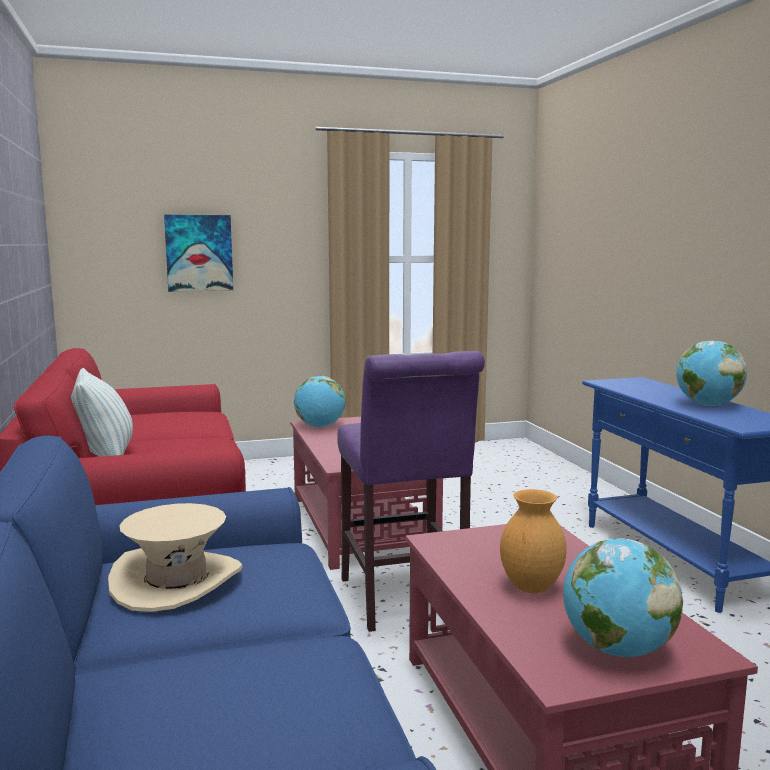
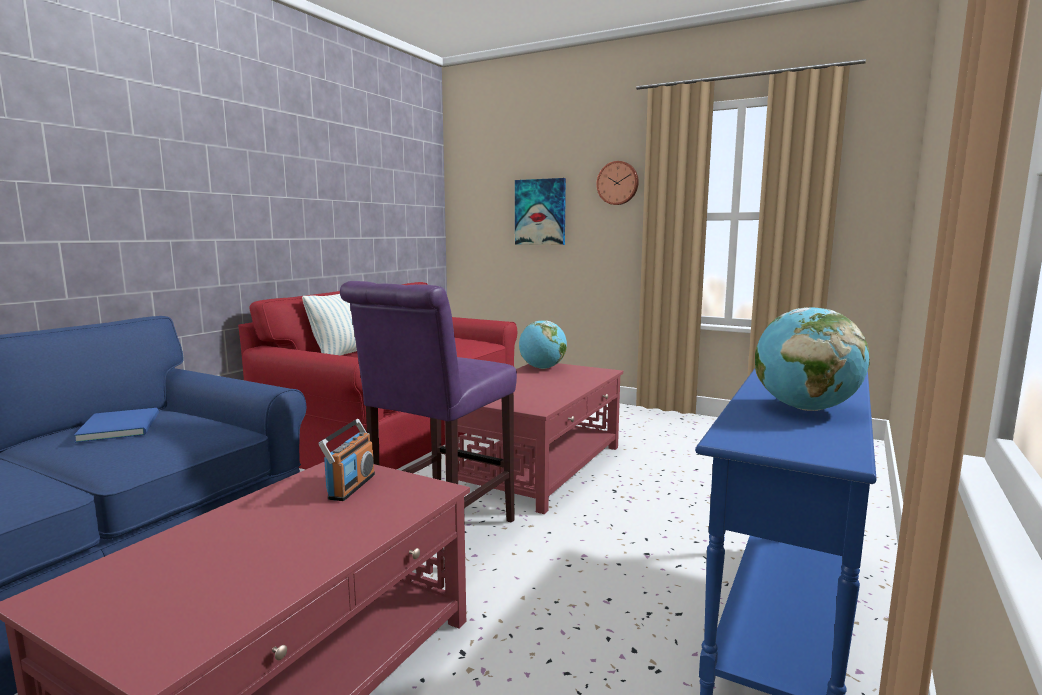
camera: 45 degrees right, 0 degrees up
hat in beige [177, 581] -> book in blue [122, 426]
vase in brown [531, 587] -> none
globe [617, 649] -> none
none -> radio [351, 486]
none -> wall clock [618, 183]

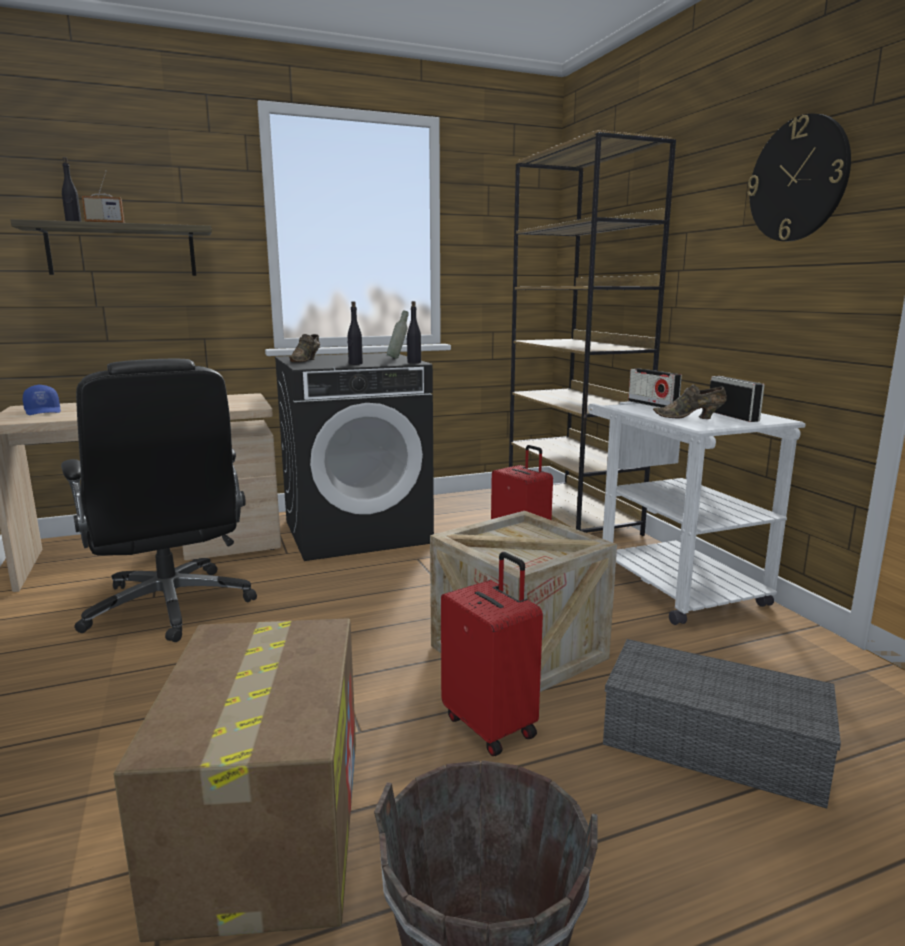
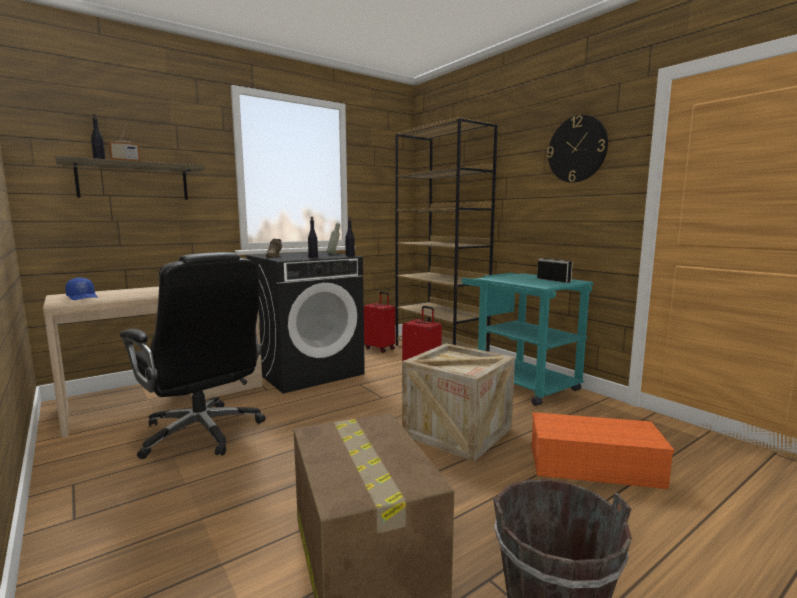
camera: 15 degrees left, 5 degrees down
suitcase in red [491, 725] -> suitcase in red [380, 348], move
cart in white [670, 583] -> cart in turquoise [519, 383]
storage box in grey [709, 744] -> storage box in orange [592, 466]
radio [652, 405] -> none
shoe in brown [691, 418] -> none

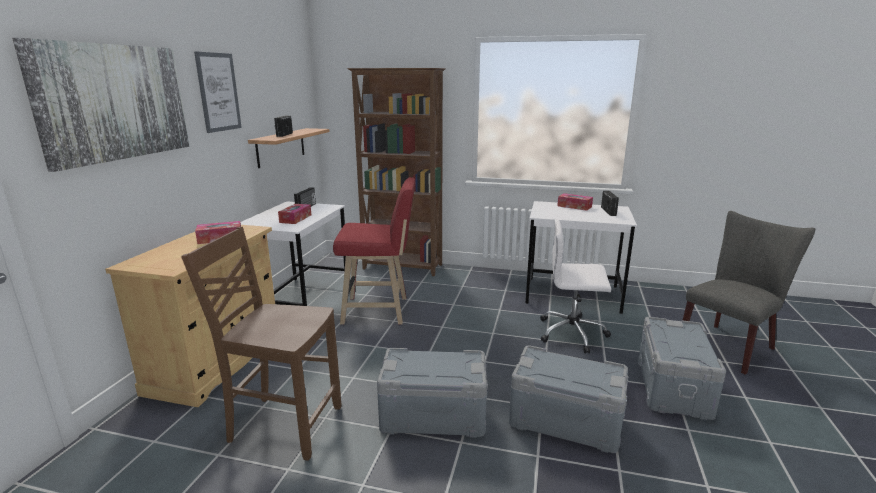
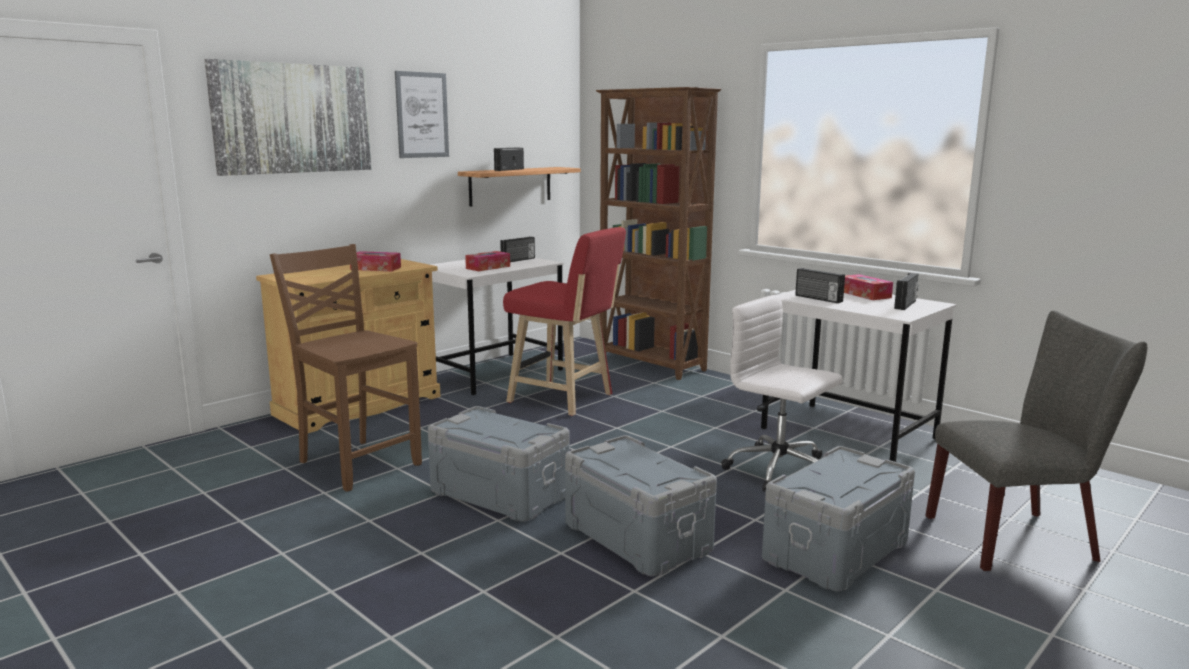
camera: 30 degrees right, 5 degrees down
none -> radio [818, 298]

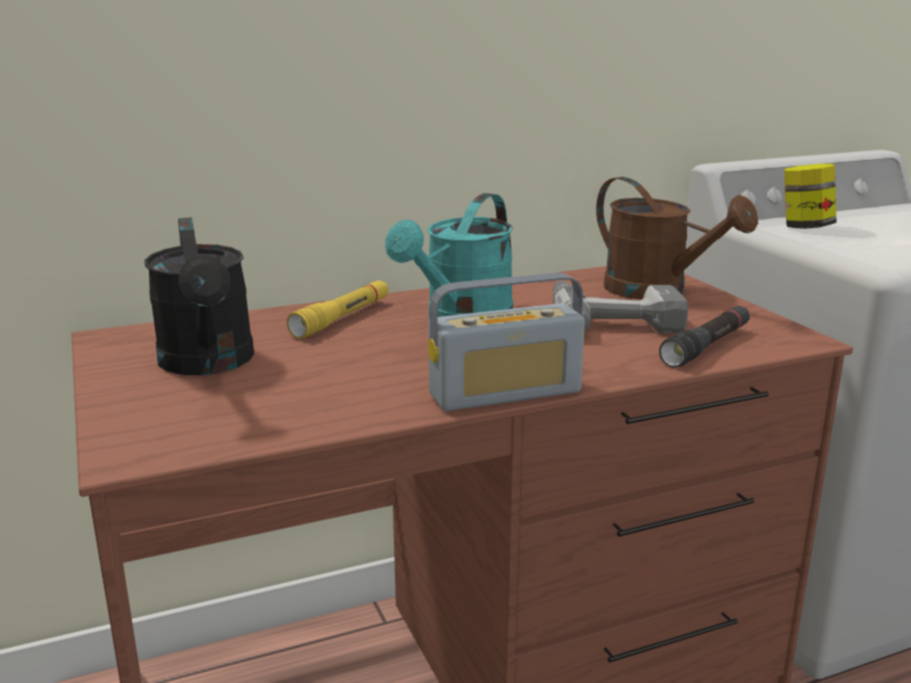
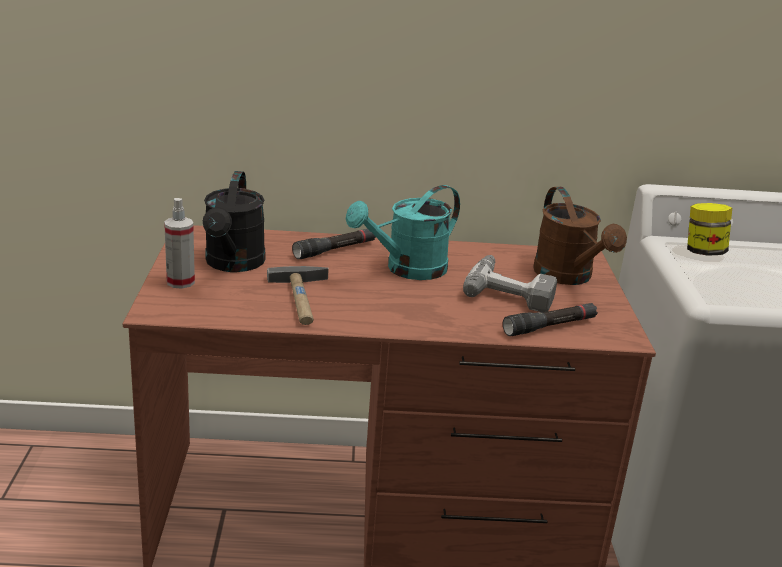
camera: 20 degrees right, 5 degrees up
flashlight in yellow [342, 318] -> flashlight in black [335, 250]
radio [505, 393] -> none
none -> spray bottle [180, 282]
none -> hammer [303, 300]

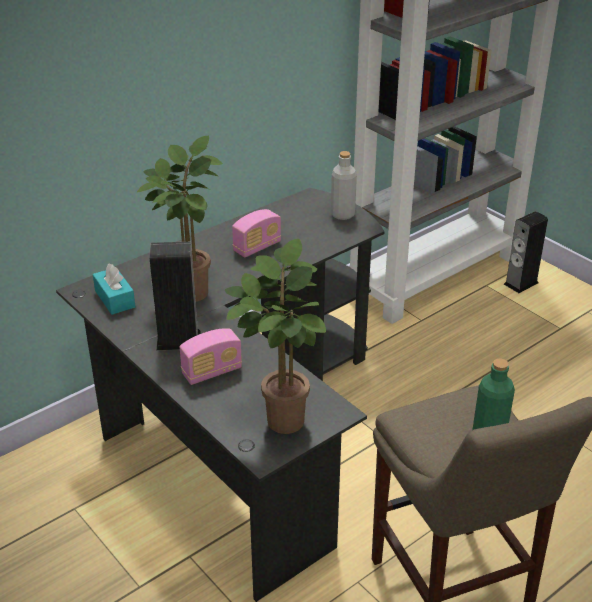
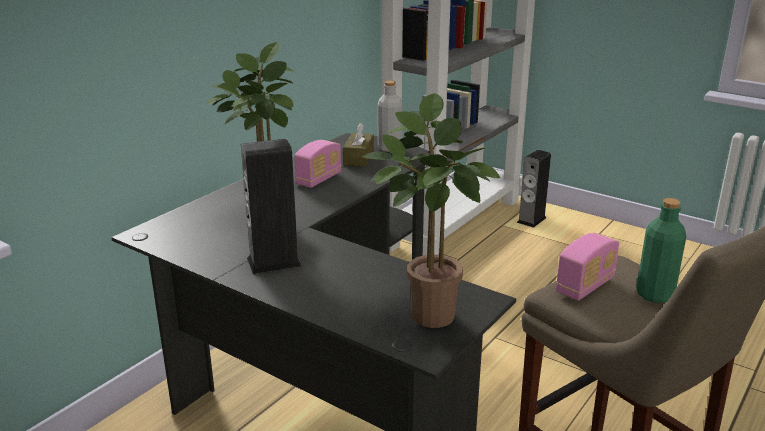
camera: 15 degrees left, 10 degrees down
tissue box in turquoise [115, 299] -> none
radio [212, 372] -> radio [585, 286], move
none -> tissue box in brown [358, 158]

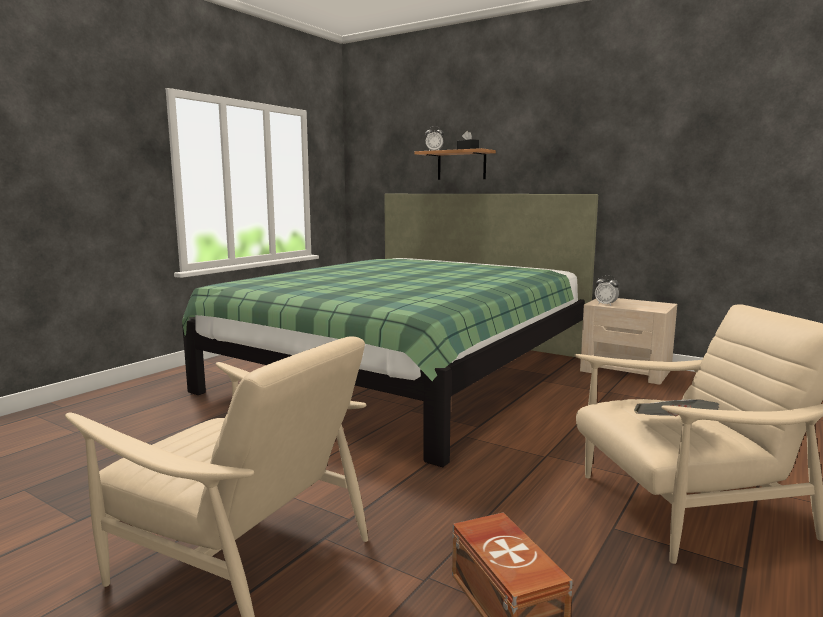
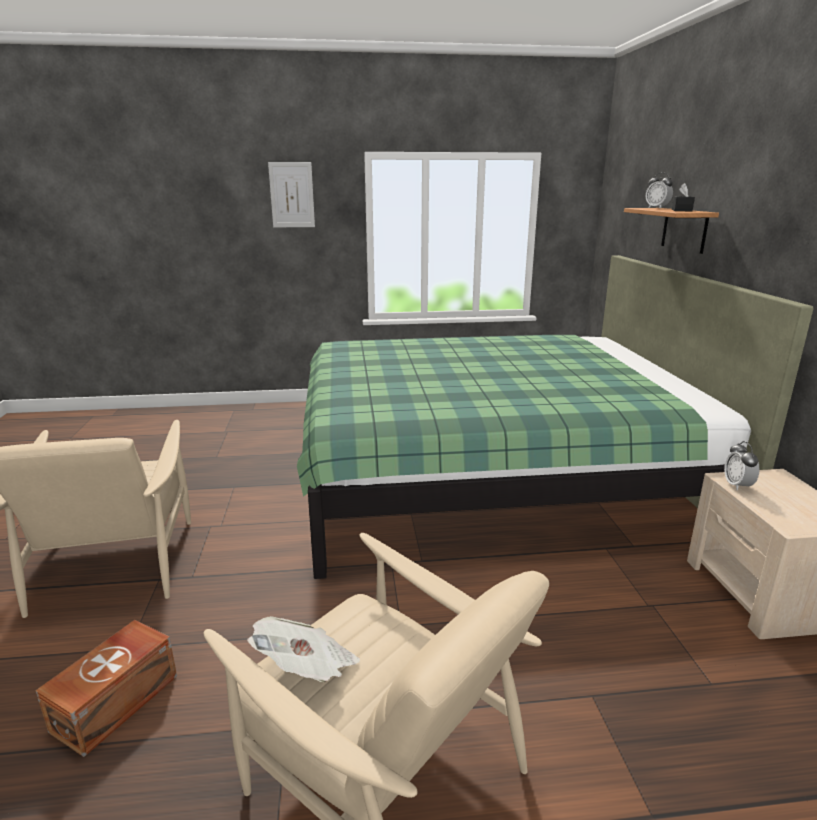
camera: 50 degrees right, 10 degrees up
none -> picture [292, 195]

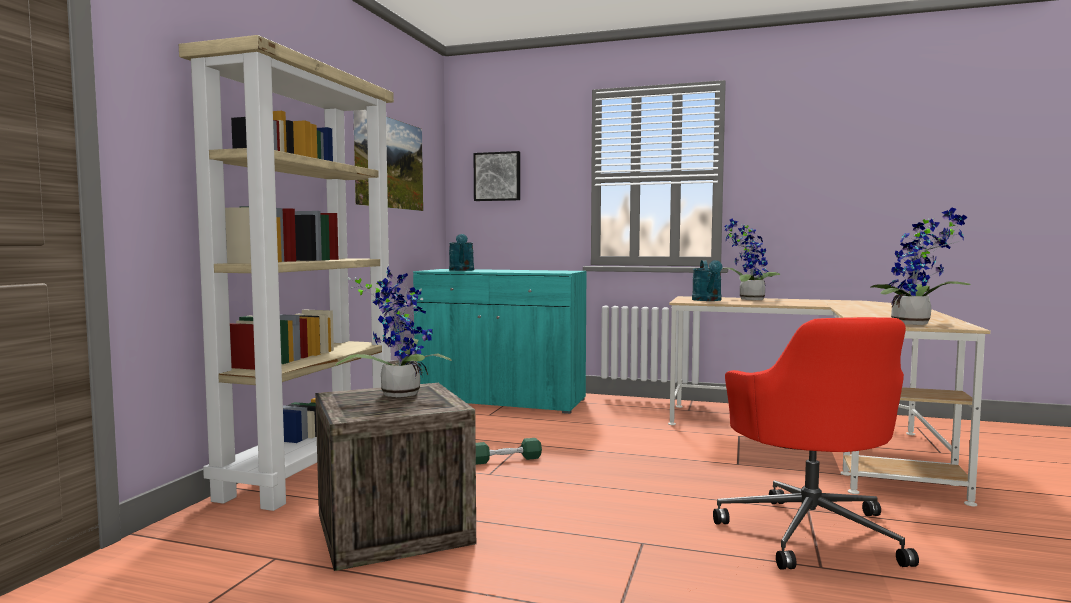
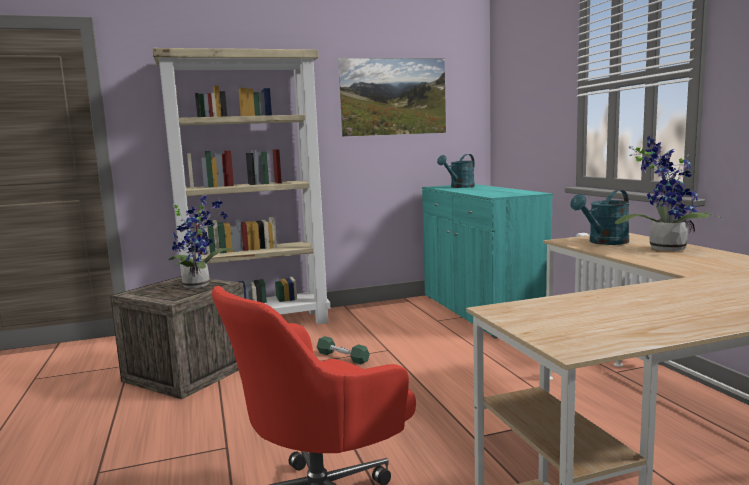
camera: 55 degrees right, 5 degrees up
picture [497, 176] -> none
potted plant [916, 324] -> none

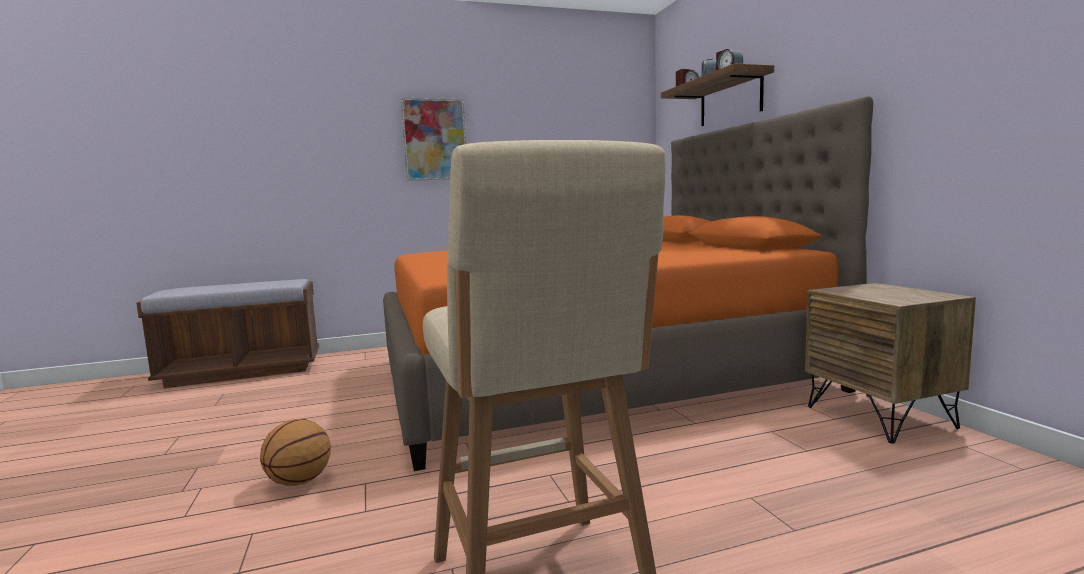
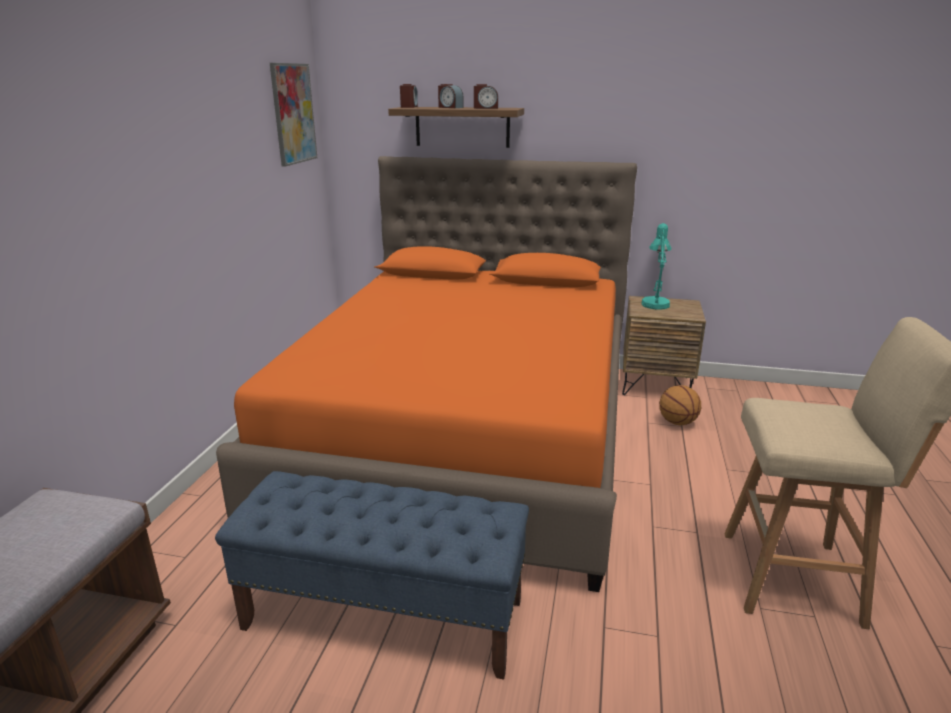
camera: 60 degrees left, 15 degrees up
basketball [299, 481] -> basketball [677, 422], move
picture [435, 139] -> picture [293, 114], move
none -> bench in blue [385, 614]
none -> table lamp in turquoise [655, 302]

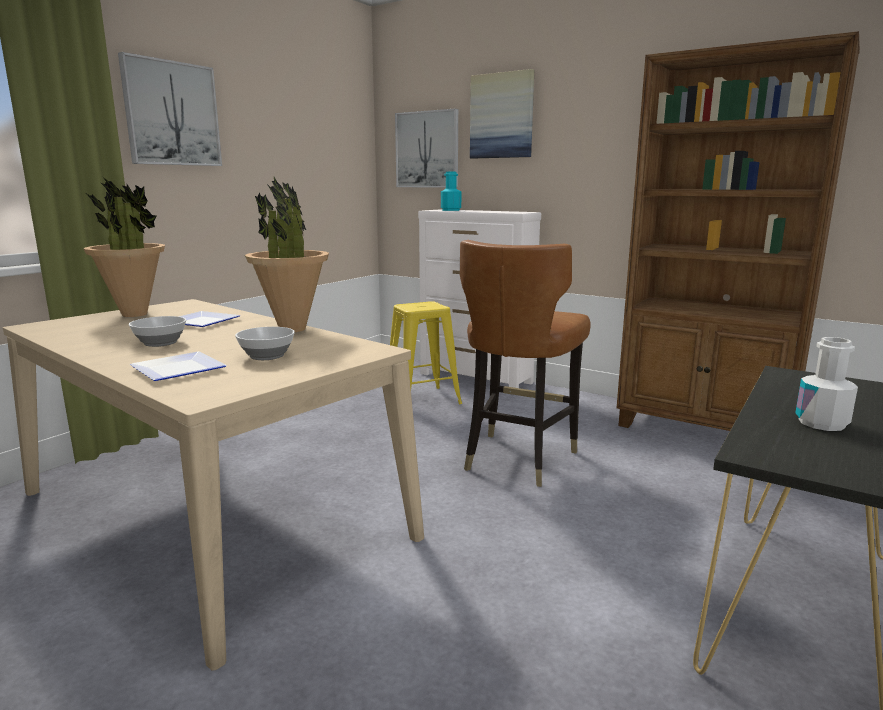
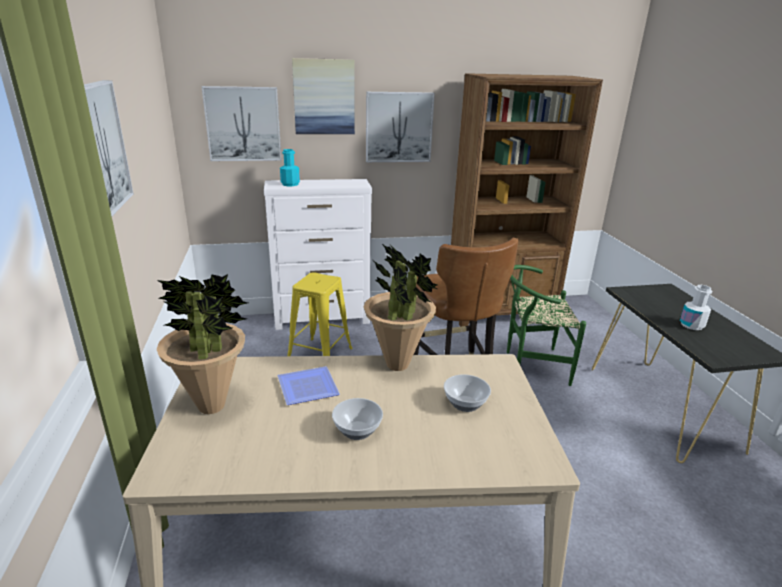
camera: 45 degrees left, 10 degrees up
plate [182, 370] -> none
none -> picture [399, 127]
none -> chair in green [531, 365]

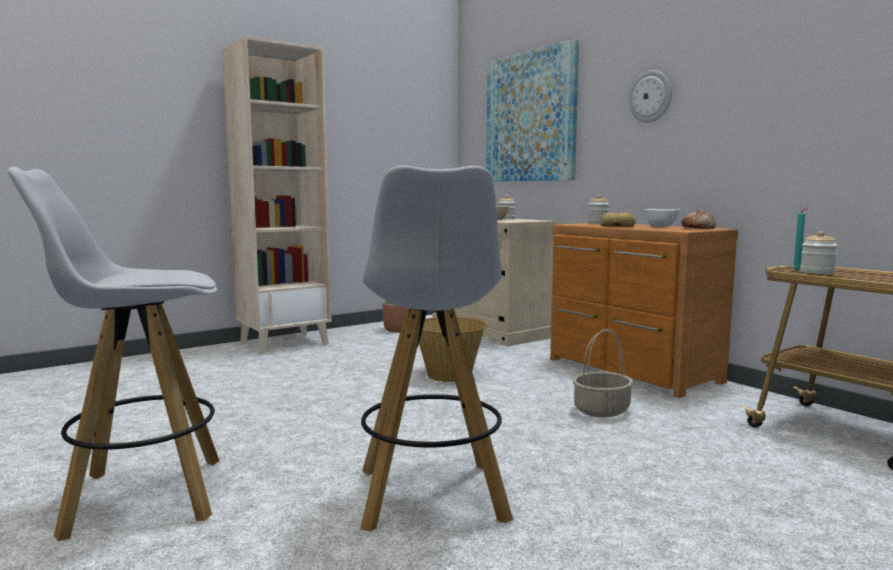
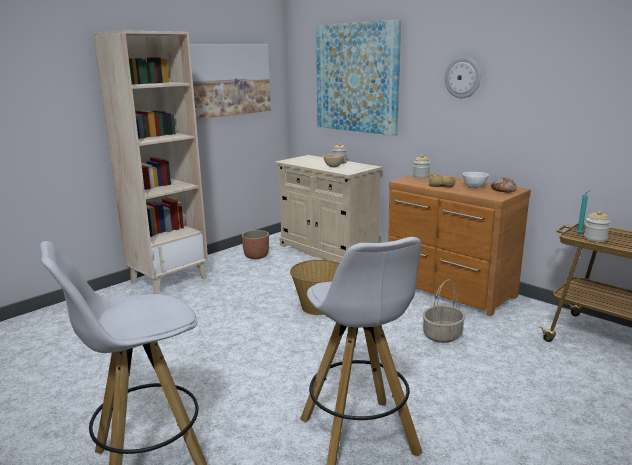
camera: 10 degrees left, 10 degrees up
none -> picture [227, 80]

